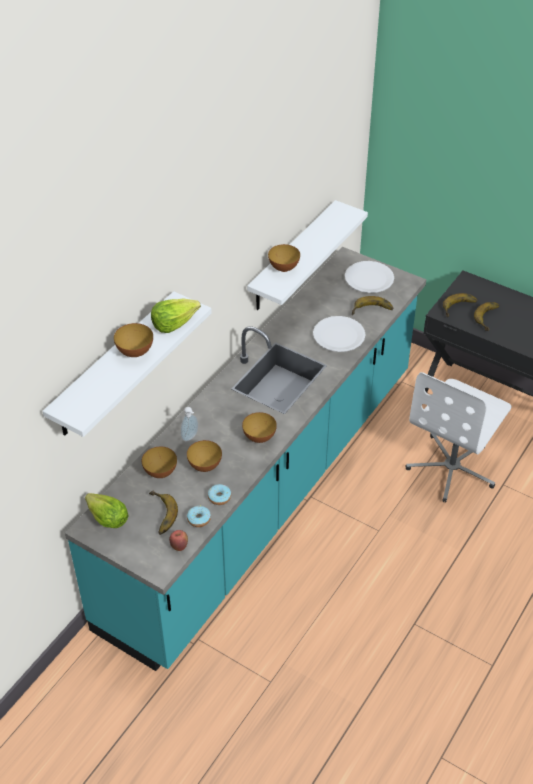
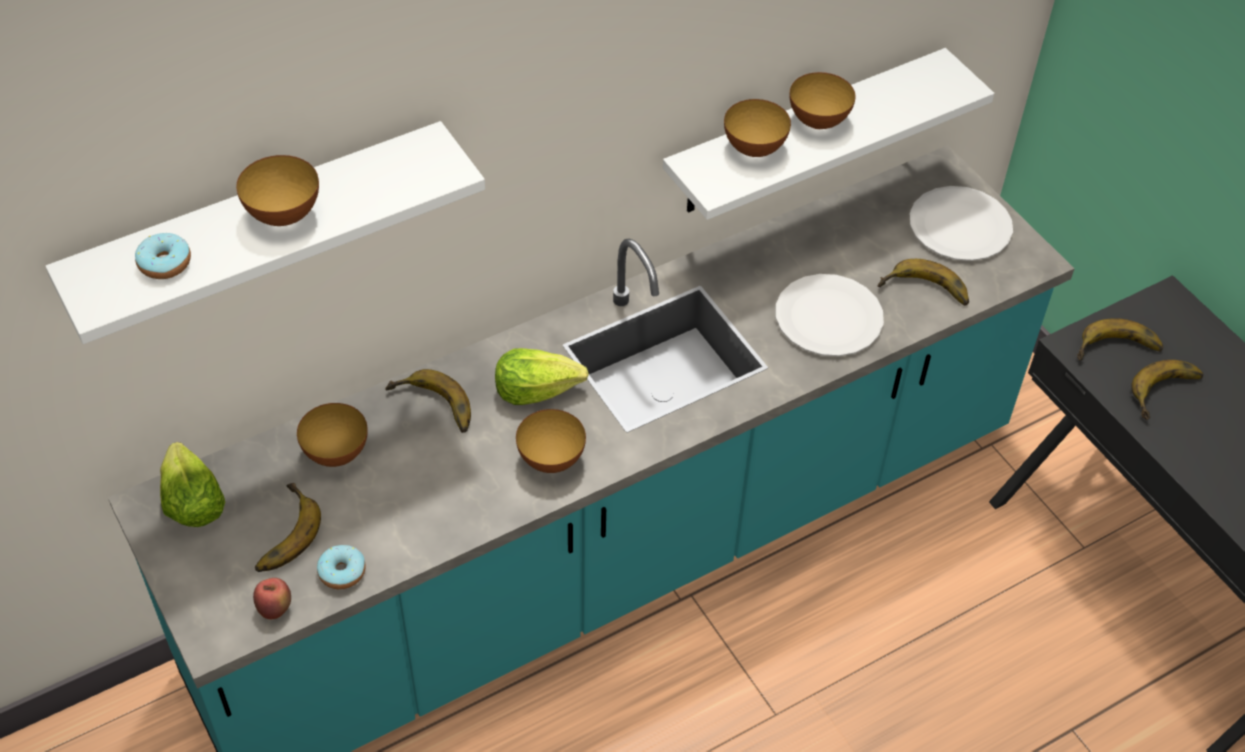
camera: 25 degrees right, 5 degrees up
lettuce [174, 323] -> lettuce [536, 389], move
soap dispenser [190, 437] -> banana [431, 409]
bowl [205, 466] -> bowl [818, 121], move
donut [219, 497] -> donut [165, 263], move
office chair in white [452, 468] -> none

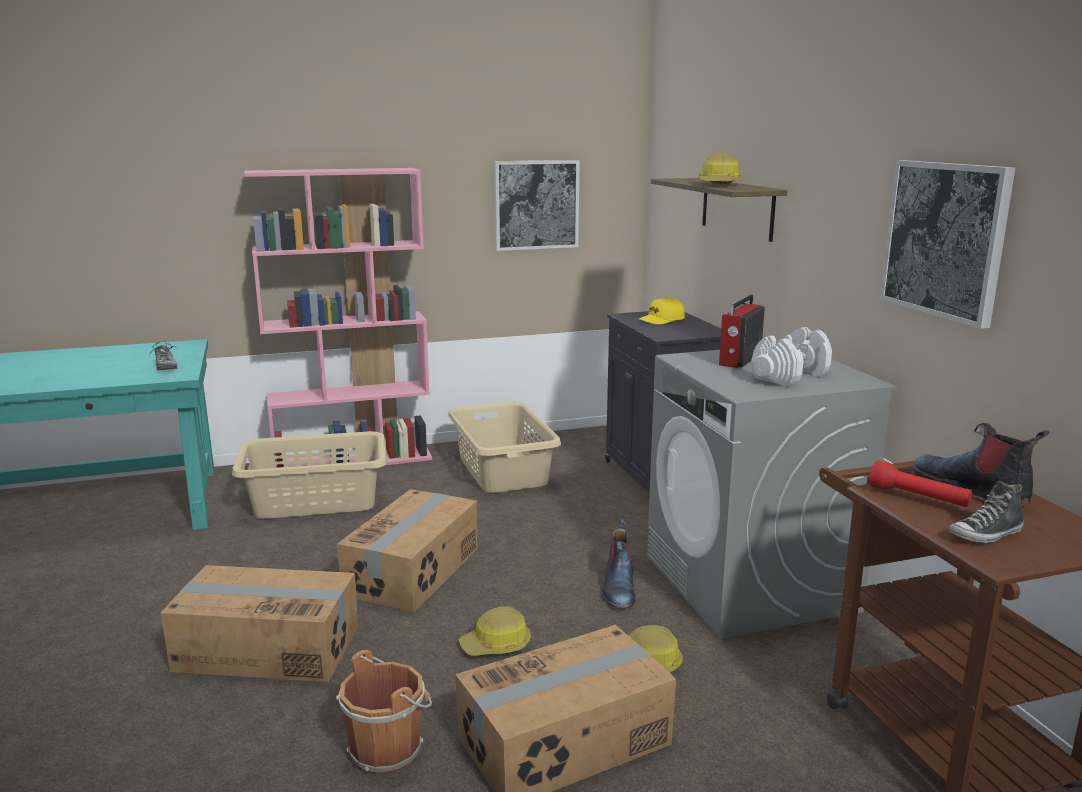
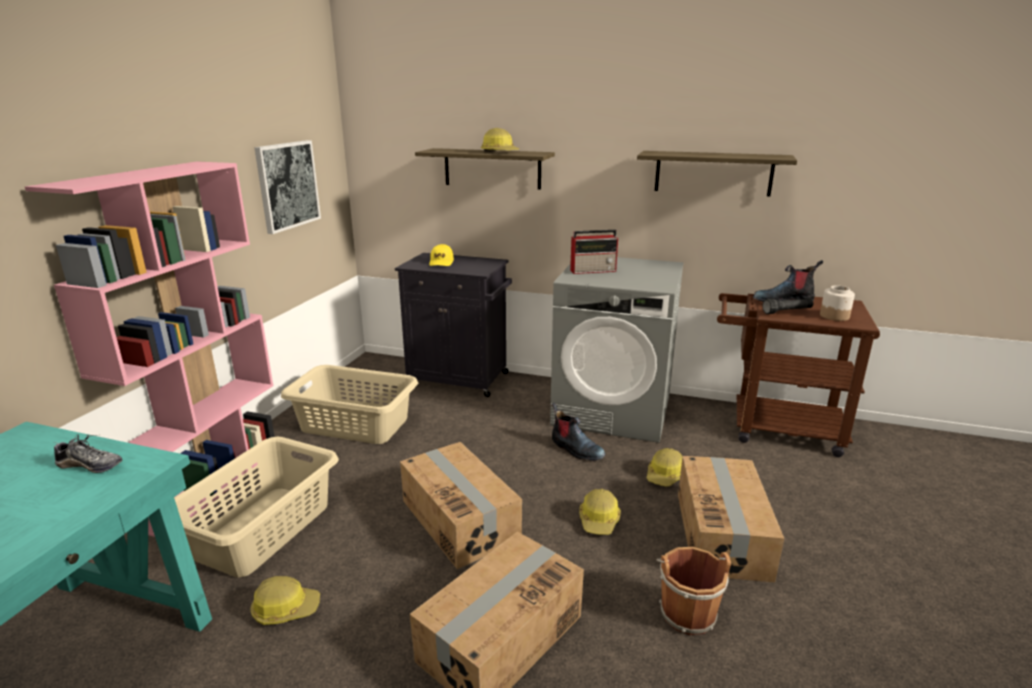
camera: 55 degrees left, 5 degrees up
radio [739, 359] -> radio [594, 270], 75 degrees counterclockwise
dumbbell in white [790, 376] -> none
flashlight in red [918, 498] -> flashlight in black [787, 312]
picture [945, 239] -> shelf [713, 173]
shoe [986, 535] -> jar [834, 316]
none -> hard hat [285, 609]

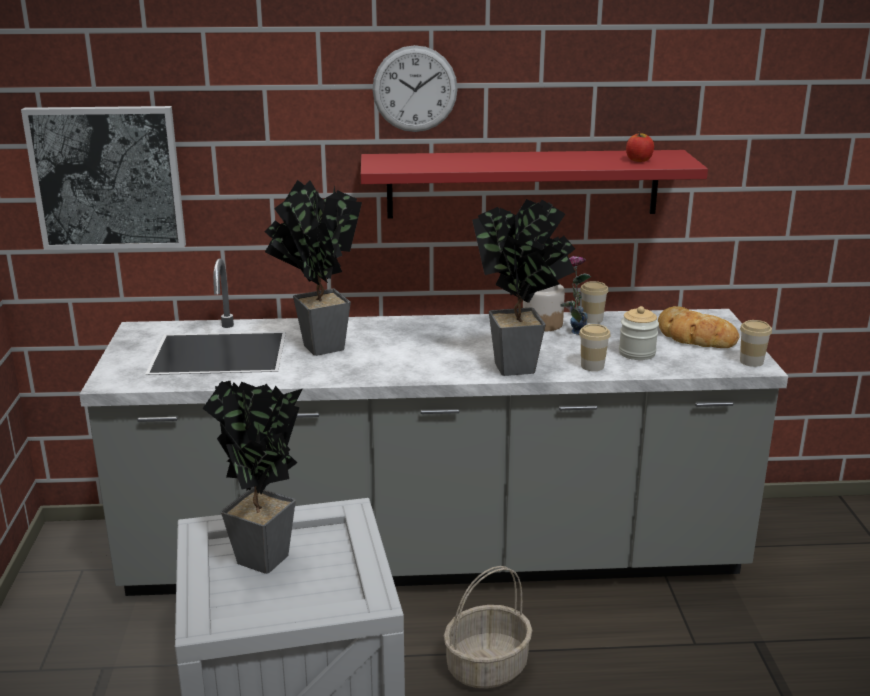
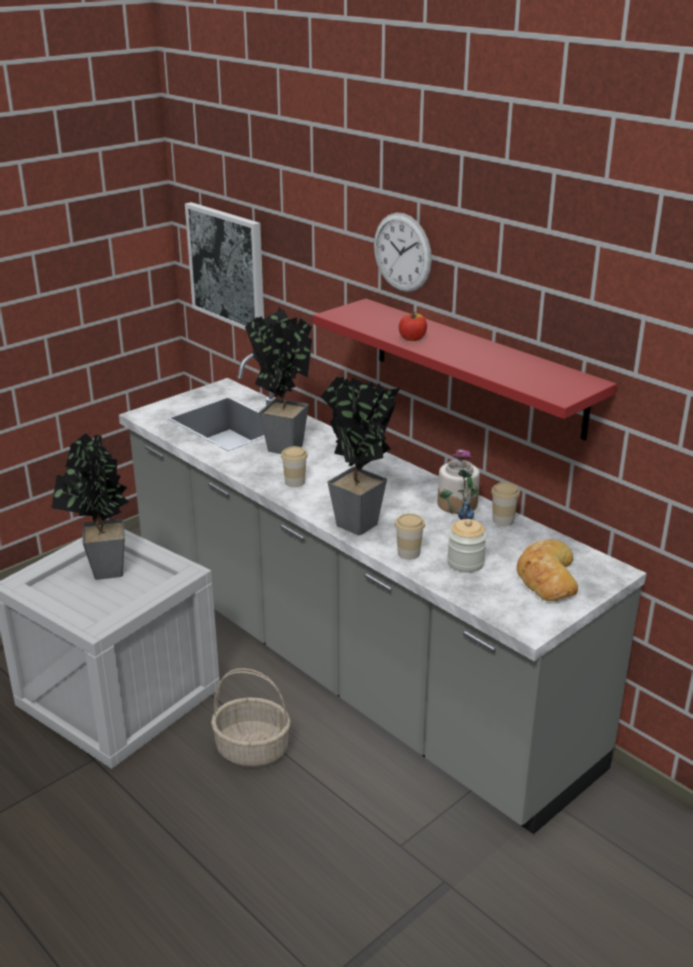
camera: 50 degrees right, 5 degrees up
apple [638, 160] -> apple [412, 338], move
cup [751, 361] -> cup [295, 482], move

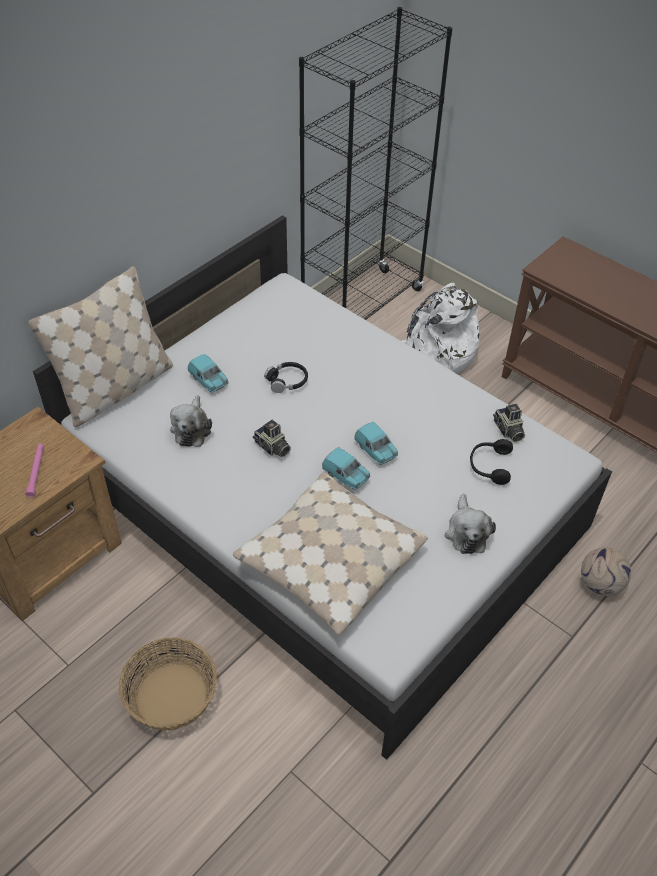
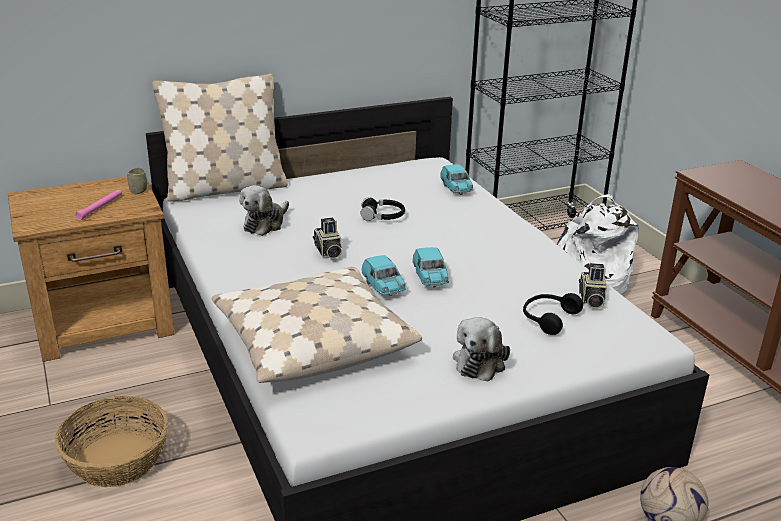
camera: 25 degrees right, 20 degrees down
toy car in turquoise [208, 381] -> toy car in turquoise [456, 189], move
none -> cup [138, 191]

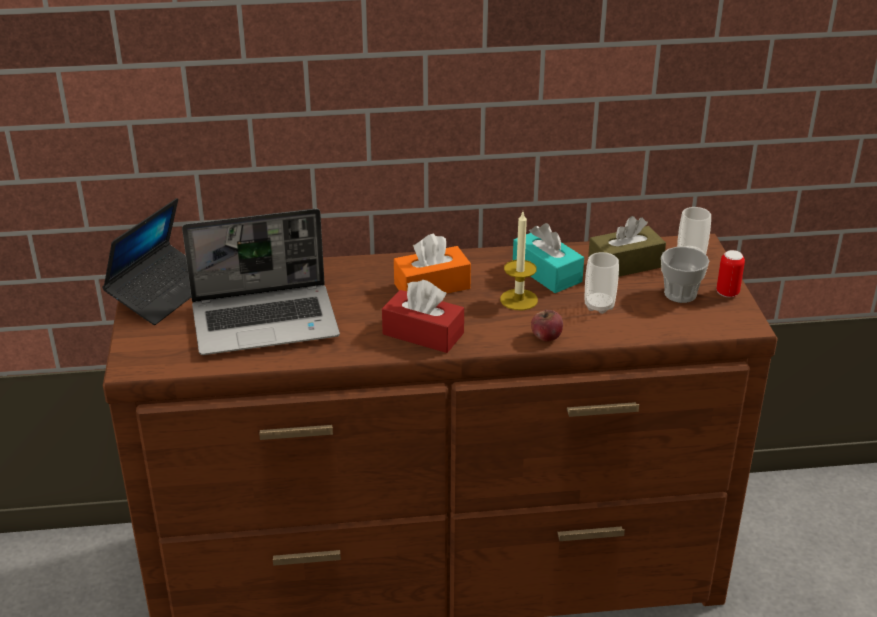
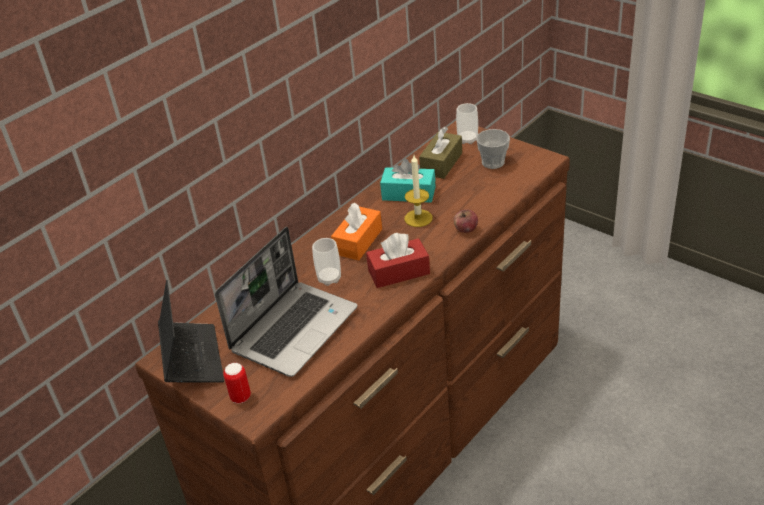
camera: 40 degrees left, 5 degrees up
cup [599, 306] -> cup [329, 278], move
can [727, 293] -> can [240, 397], move

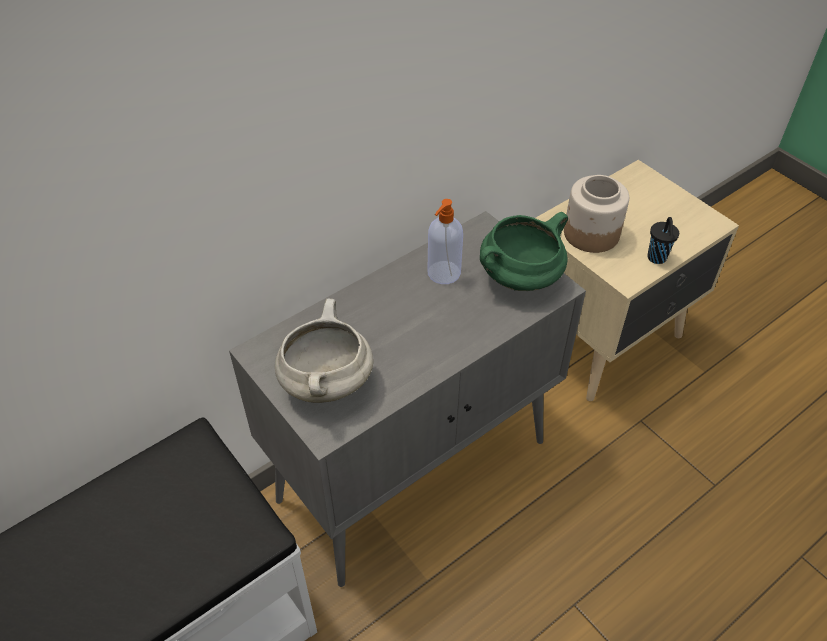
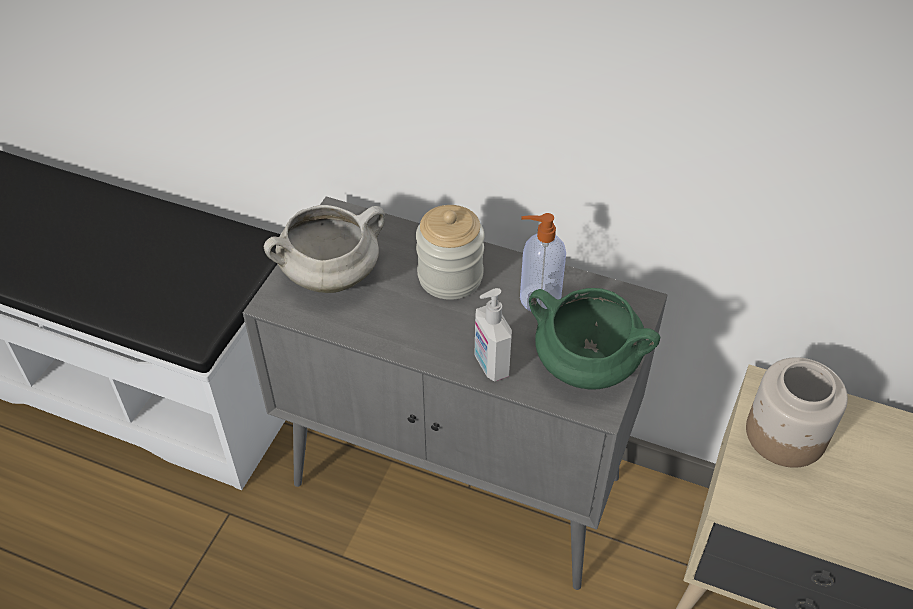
camera: 60 degrees right, 0 degrees up
cup in black [657, 258] -> none
none -> jar [450, 276]
none -> soap dispenser [490, 365]

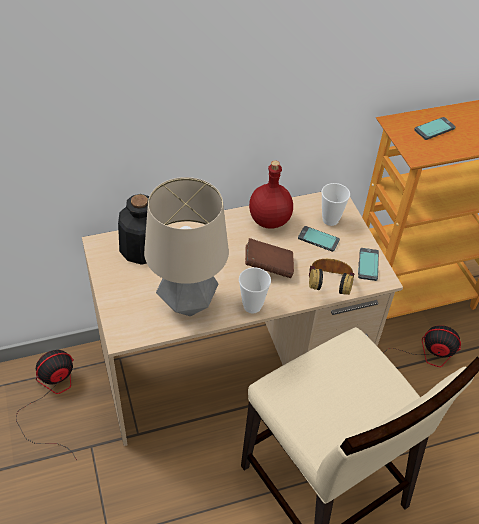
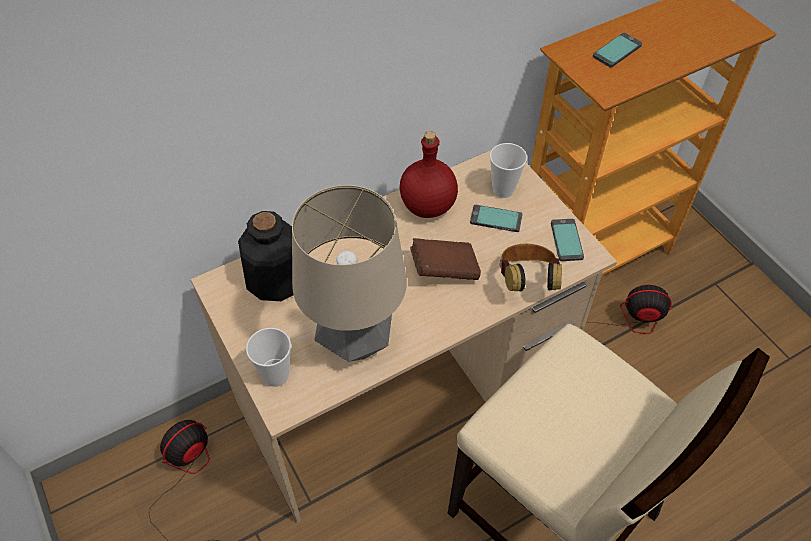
camera: 10 degrees left, 5 degrees up
cup [252, 306] -> cup [276, 375], move

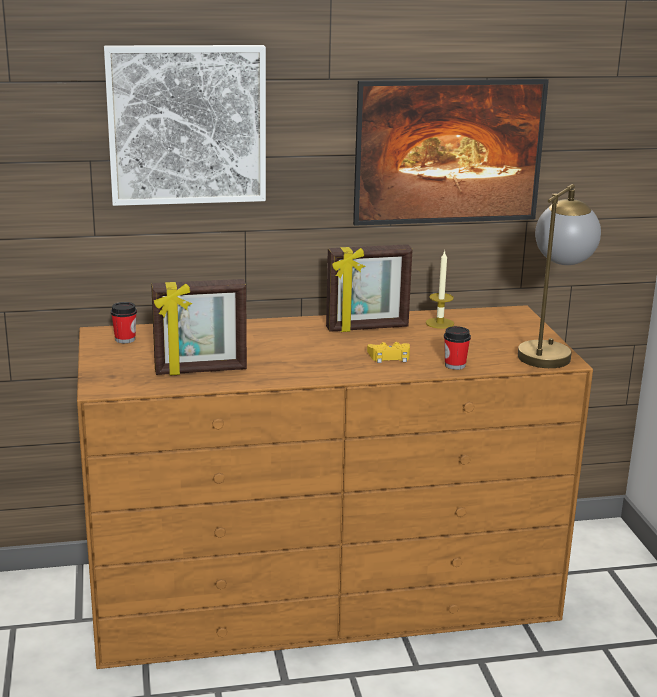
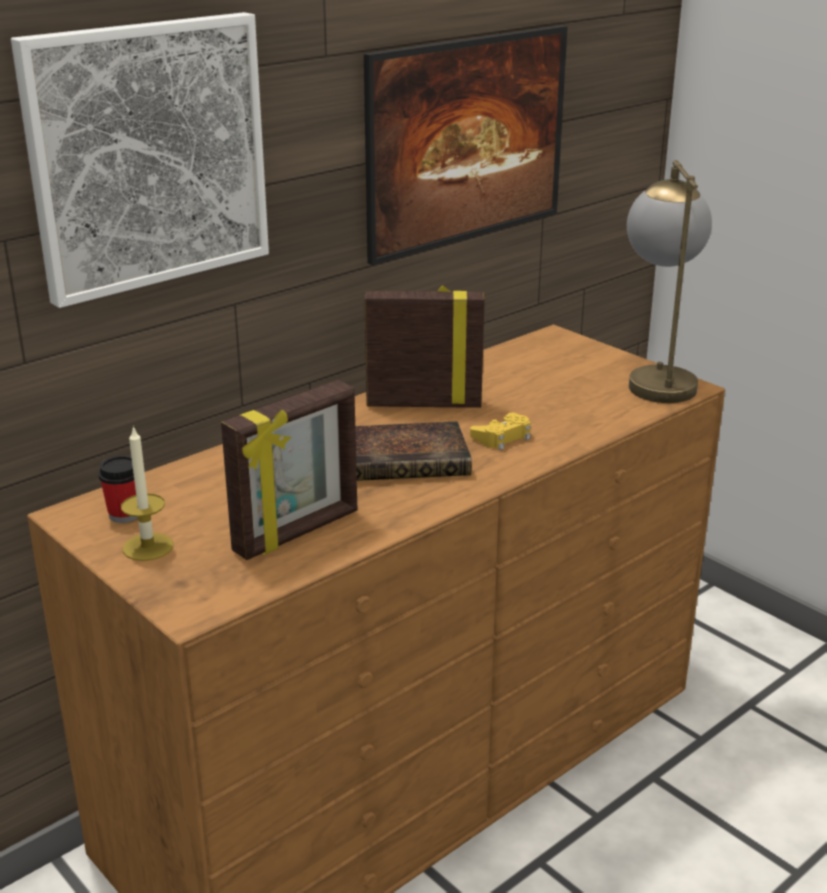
camera: 30 degrees left, 5 degrees up
picture frame [367, 328] -> picture frame [424, 403], 135 degrees counterclockwise
candle [439, 323] -> candle [148, 547], move
cup [455, 365] -> none
none -> book [405, 459]

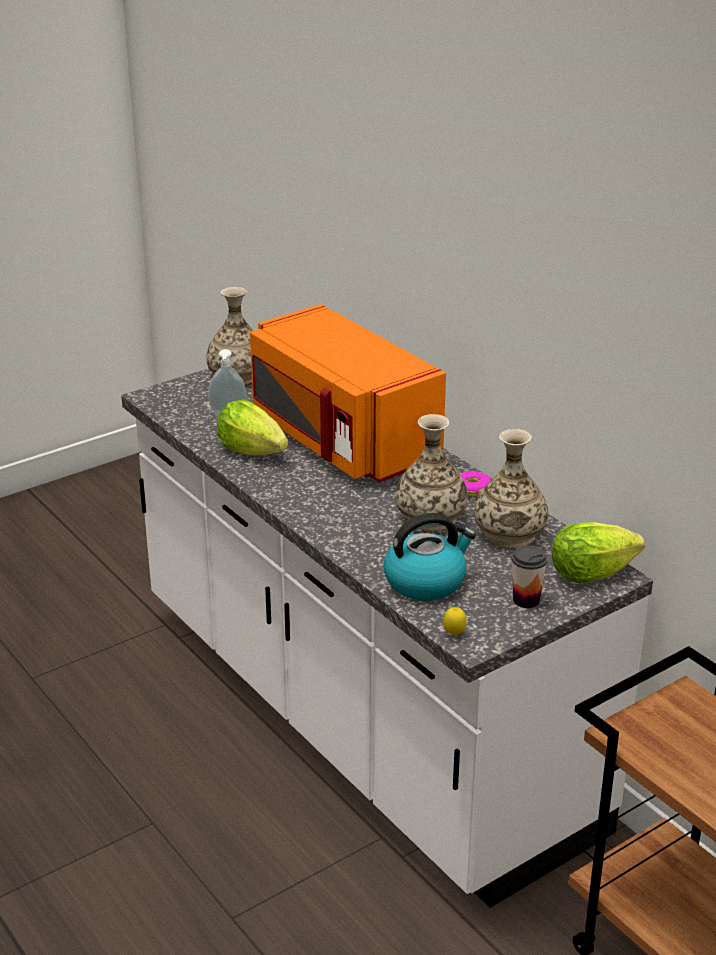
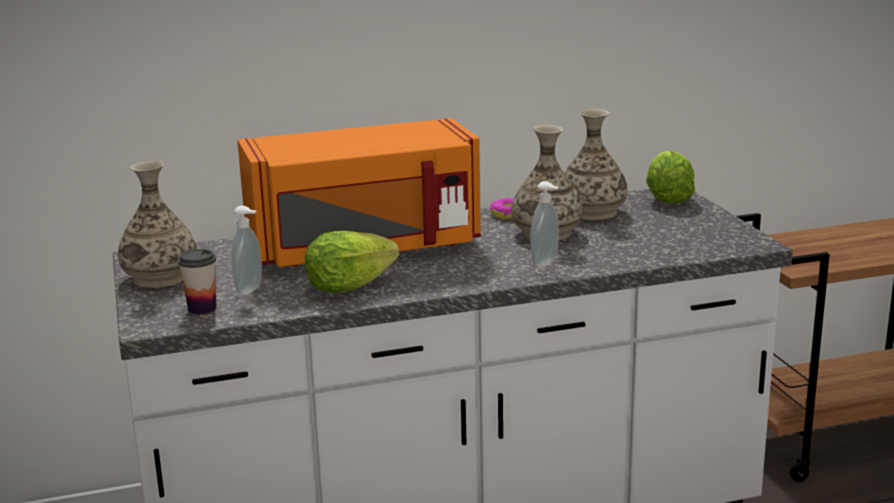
camera: 70 degrees left, 10 degrees down
kettle [426, 581] -> none
lemon [454, 634] -> none
cup [526, 600] -> cup [202, 309], move
none -> soap dispenser [546, 263]

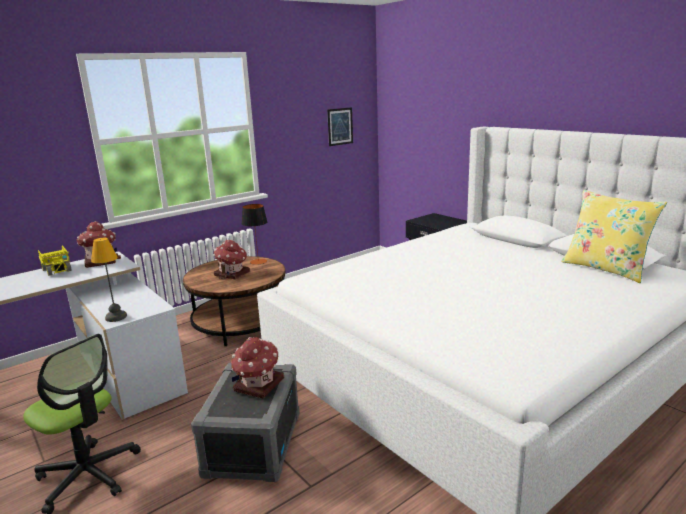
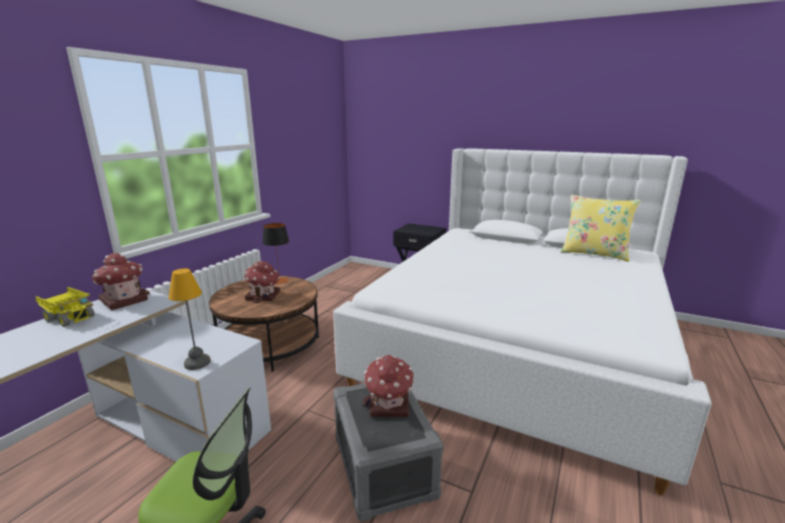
camera: 25 degrees left, 0 degrees up
picture [340, 126] -> none

